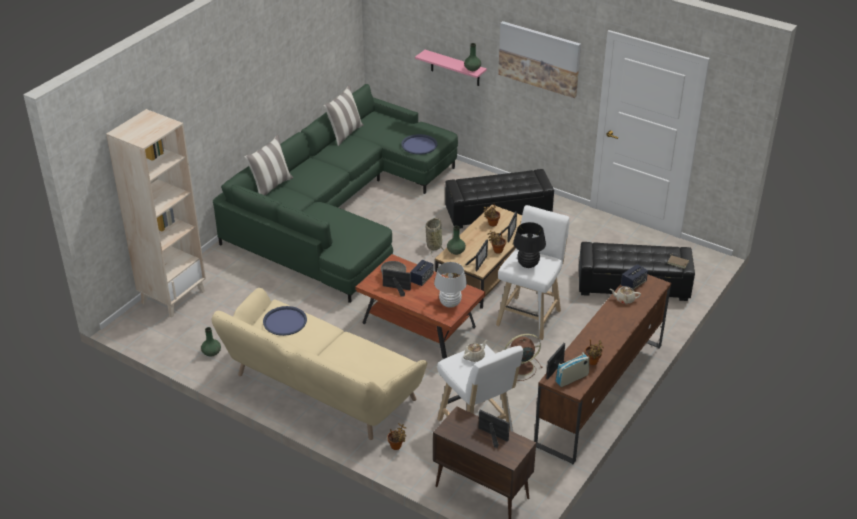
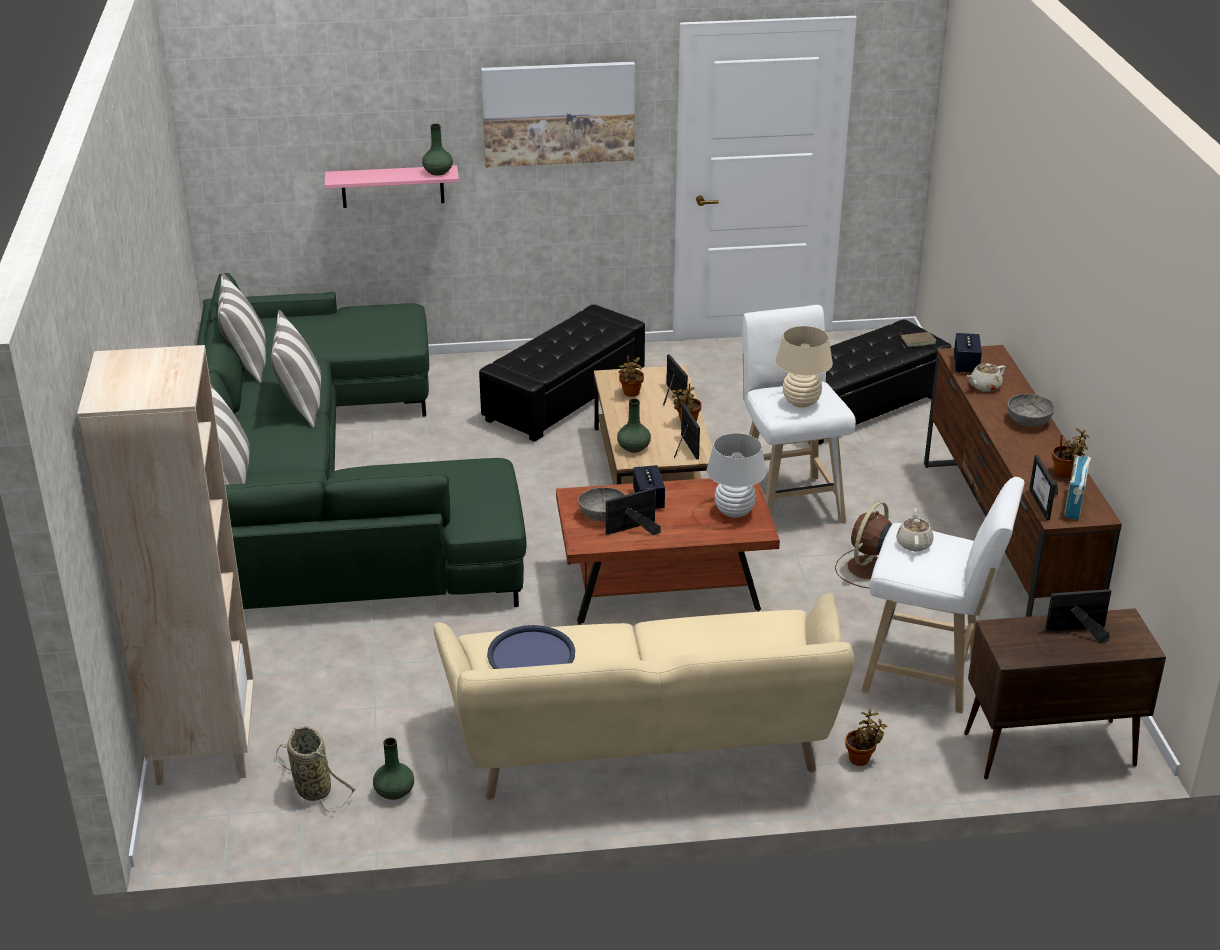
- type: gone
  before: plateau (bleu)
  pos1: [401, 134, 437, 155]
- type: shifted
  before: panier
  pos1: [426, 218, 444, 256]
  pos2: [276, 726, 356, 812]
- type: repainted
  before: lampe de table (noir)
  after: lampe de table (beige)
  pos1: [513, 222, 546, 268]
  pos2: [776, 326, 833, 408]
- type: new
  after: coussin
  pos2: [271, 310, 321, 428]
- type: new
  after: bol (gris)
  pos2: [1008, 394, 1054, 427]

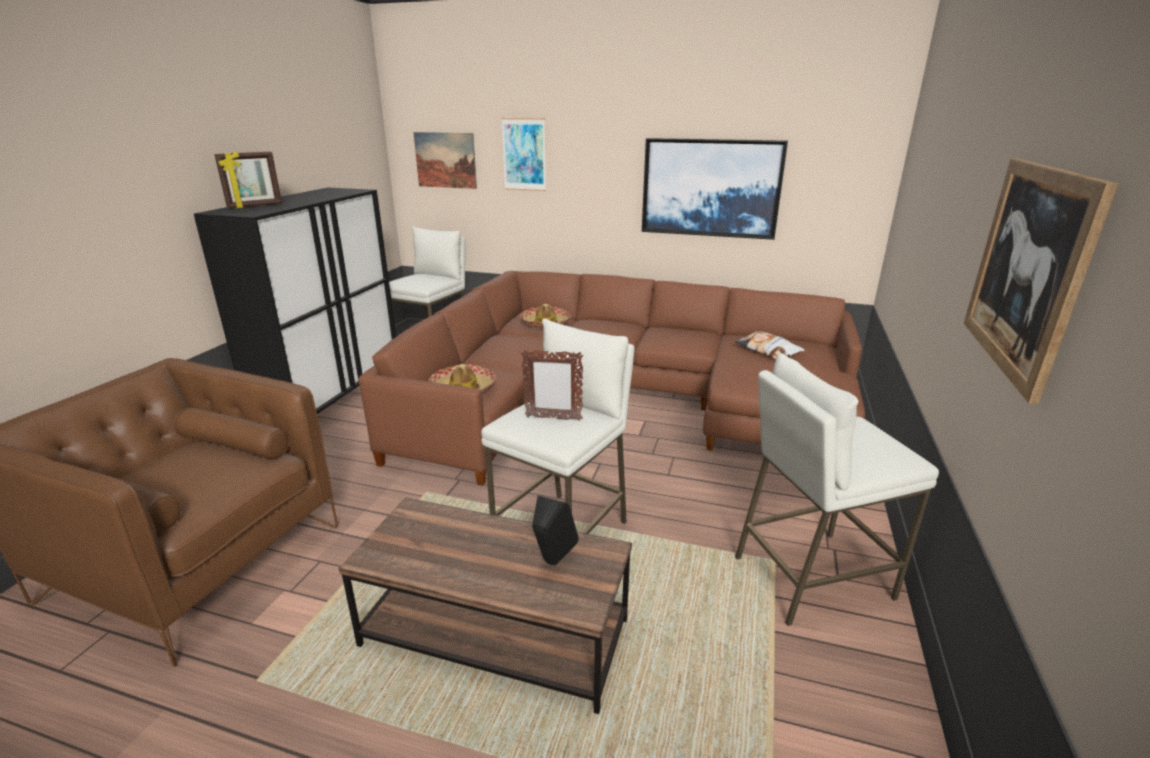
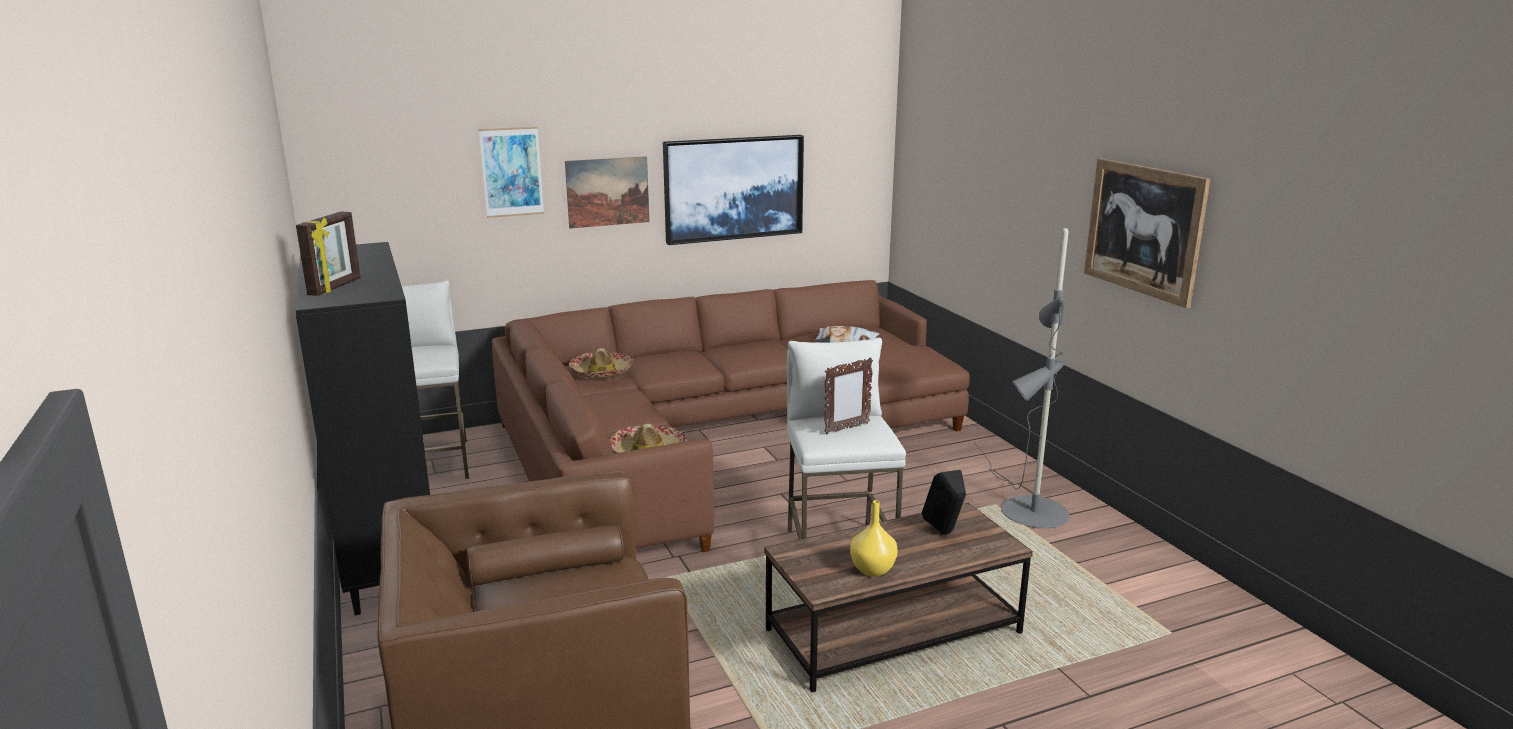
- type: shifted
  before: tableau
  pos1: [413, 132, 477, 189]
  pos2: [565, 156, 649, 228]
- type: swapped
  before: tabouret (blanc)
  after: lampadaire (gris)
  pos1: [735, 353, 939, 626]
  pos2: [975, 228, 1070, 528]
- type: new
  after: vase (jaune)
  pos2: [850, 500, 898, 577]

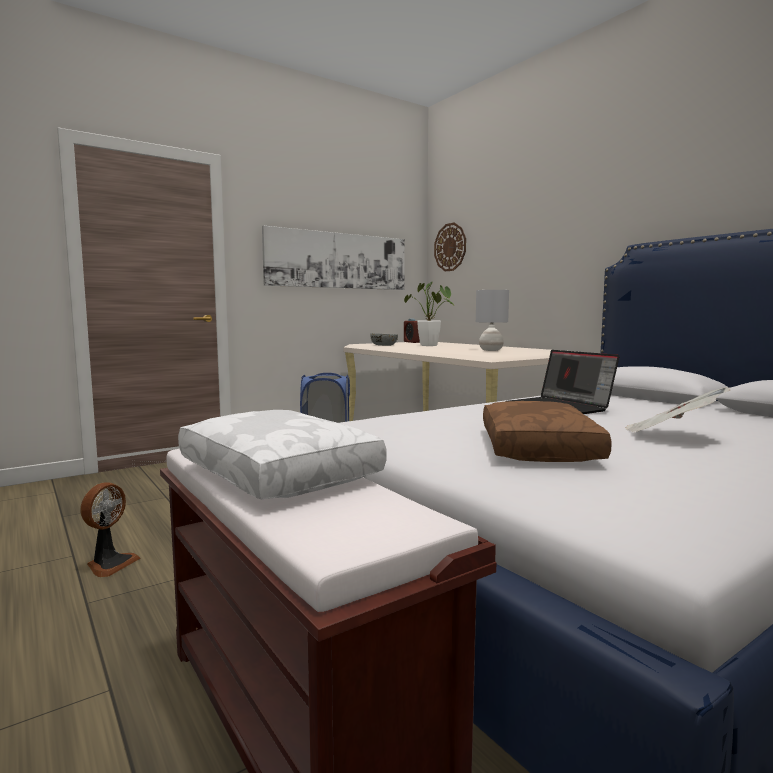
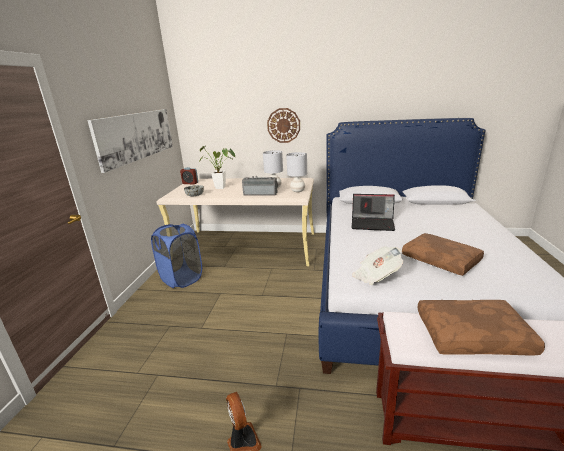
- type: shifted
  before: horloge murale
  pos1: [434, 223, 466, 271]
  pos2: [267, 108, 300, 143]
- type: shifted
  before: journal
  pos1: [625, 387, 730, 433]
  pos2: [352, 246, 403, 285]
- type: repainted
  before: coussin (blanc)
  after: coussin (marron)
  pos1: [178, 410, 386, 499]
  pos2: [417, 300, 545, 355]
- type: new
  after: lampe de table (gris)
  pos2: [286, 152, 307, 192]
- type: new
  after: radio
  pos2: [242, 176, 278, 196]

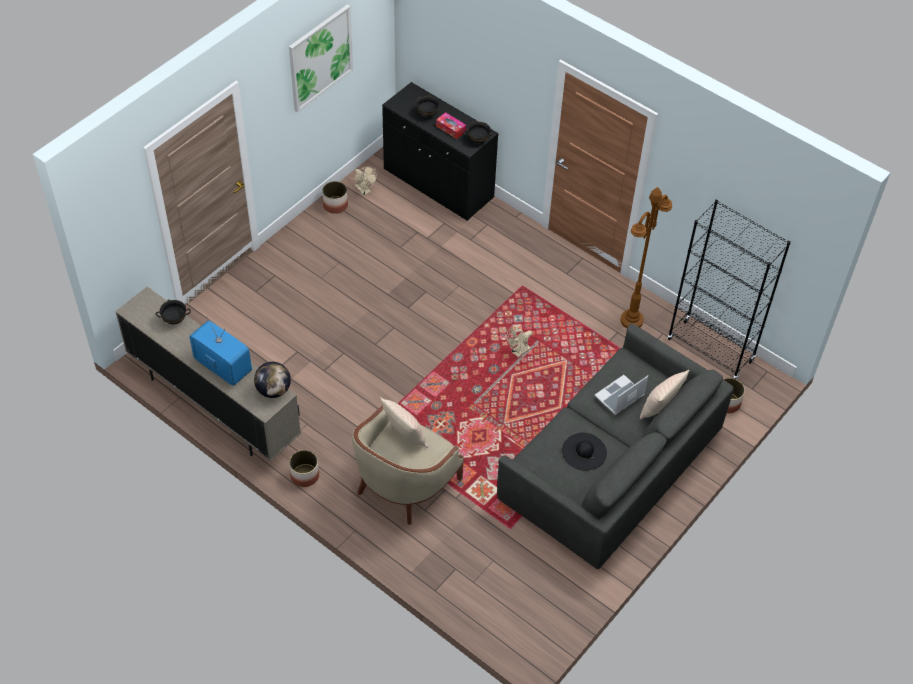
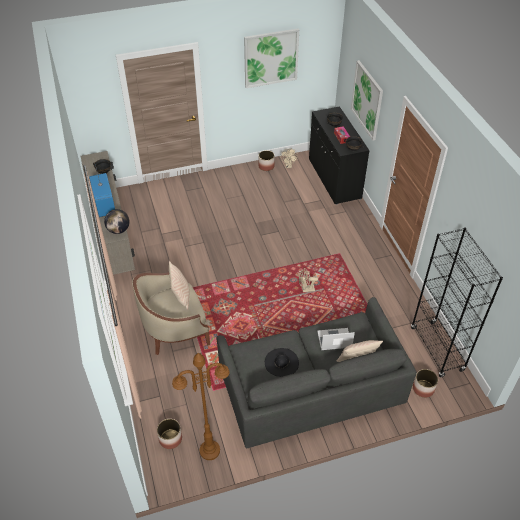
- type: shifted
  before: lampadaire (marron)
  pos1: [620, 187, 672, 328]
  pos2: [172, 353, 230, 460]
- type: shifted
  before: cache-pot
  pos1: [289, 450, 319, 487]
  pos2: [157, 419, 182, 449]
- type: new
  after: tableau
  pos2: [351, 60, 383, 141]

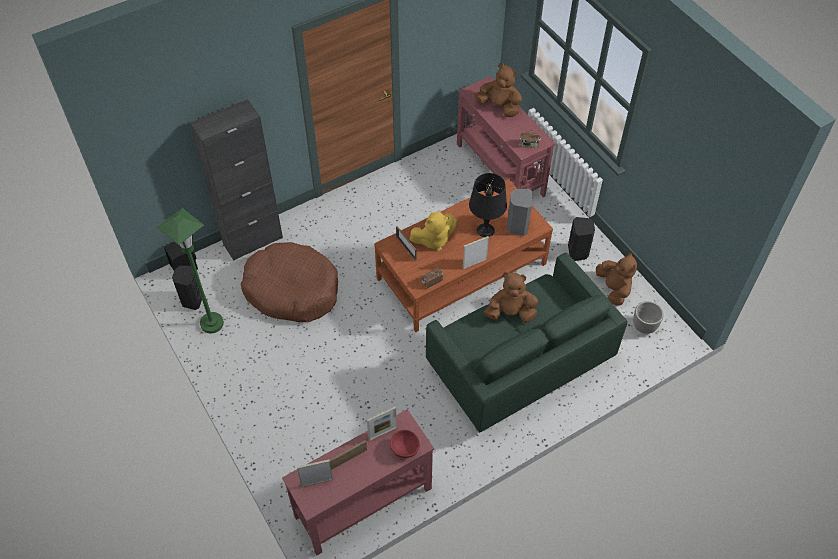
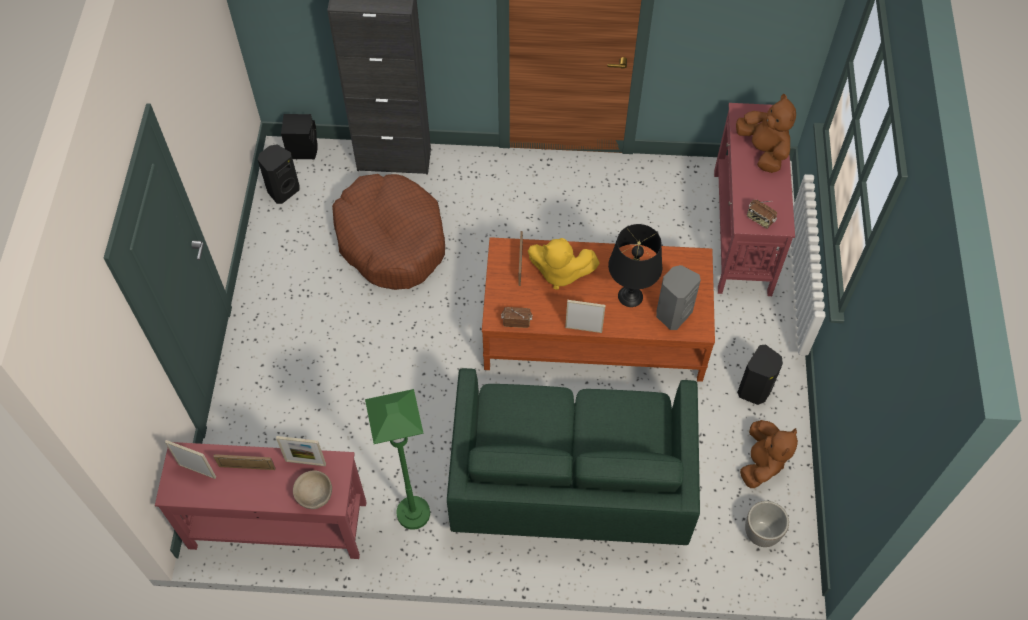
- type: shifted
  before: lampadaire (vert)
  pos1: [157, 208, 224, 333]
  pos2: [365, 389, 430, 530]
- type: gone
  before: peluche (marron)
  pos1: [484, 272, 538, 323]
- type: repainted
  before: bol (rouge)
  after: bol (beige)
  pos1: [390, 430, 420, 458]
  pos2: [293, 471, 332, 509]

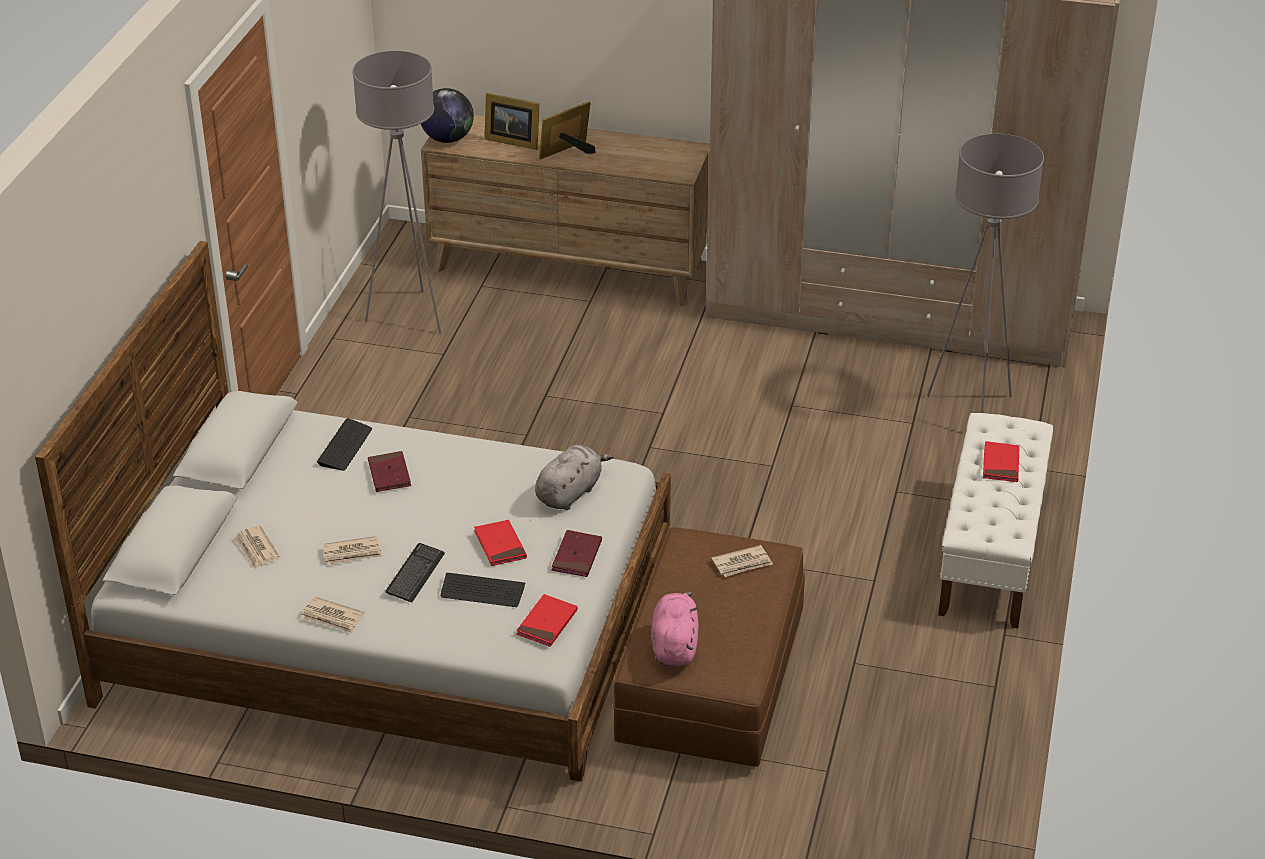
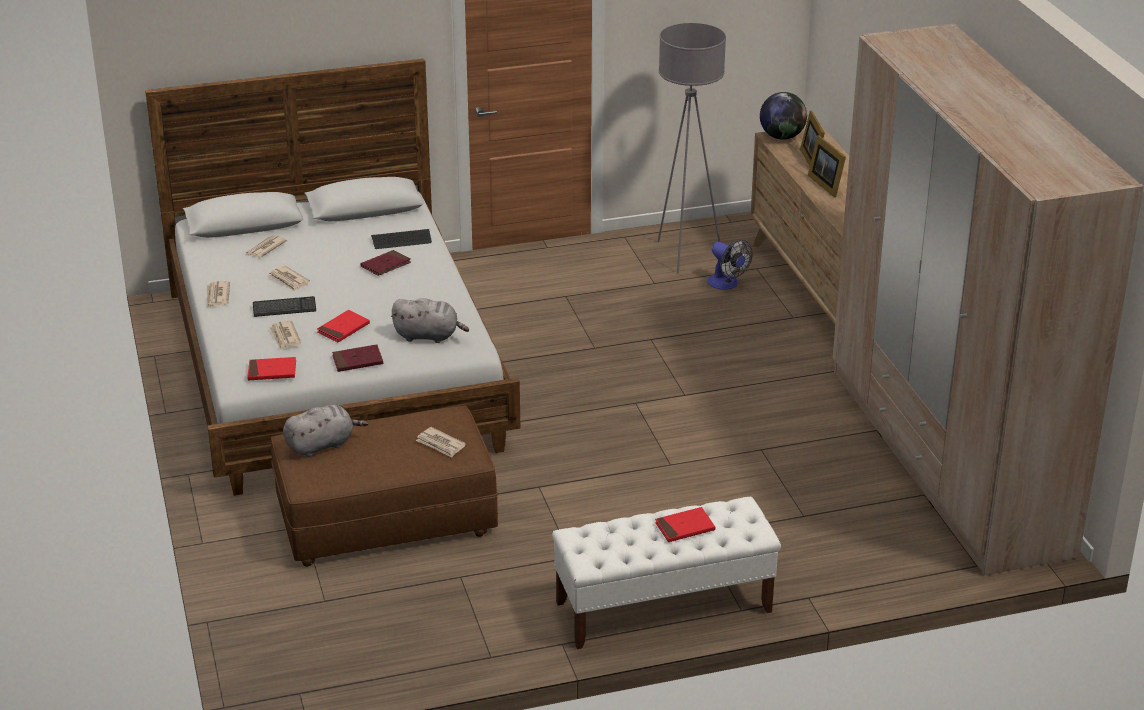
- type: rotated
  before: cadre photo
  pos1: [539, 102, 596, 160]
  pos2: [808, 135, 846, 198]
  turn: -135
- type: gone
  before: lampadaire (gris)
  pos1: [927, 134, 1044, 413]
- type: swapped
  before: clavier
  after: journal
  pos1: [440, 573, 525, 607]
  pos2: [269, 320, 301, 350]
- type: repainted
  before: peluche (rose)
  after: peluche (gris)
  pos1: [651, 591, 699, 667]
  pos2: [283, 405, 368, 457]
- type: new
  after: ventilateur
  pos2: [708, 240, 752, 290]

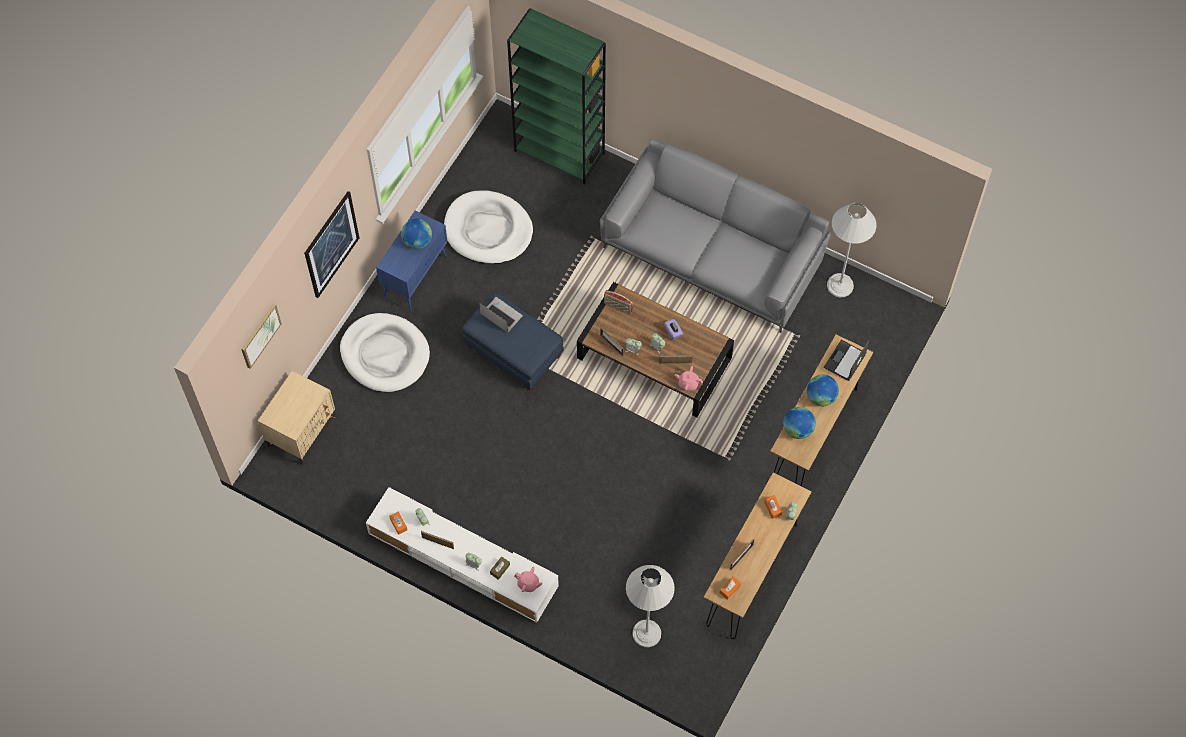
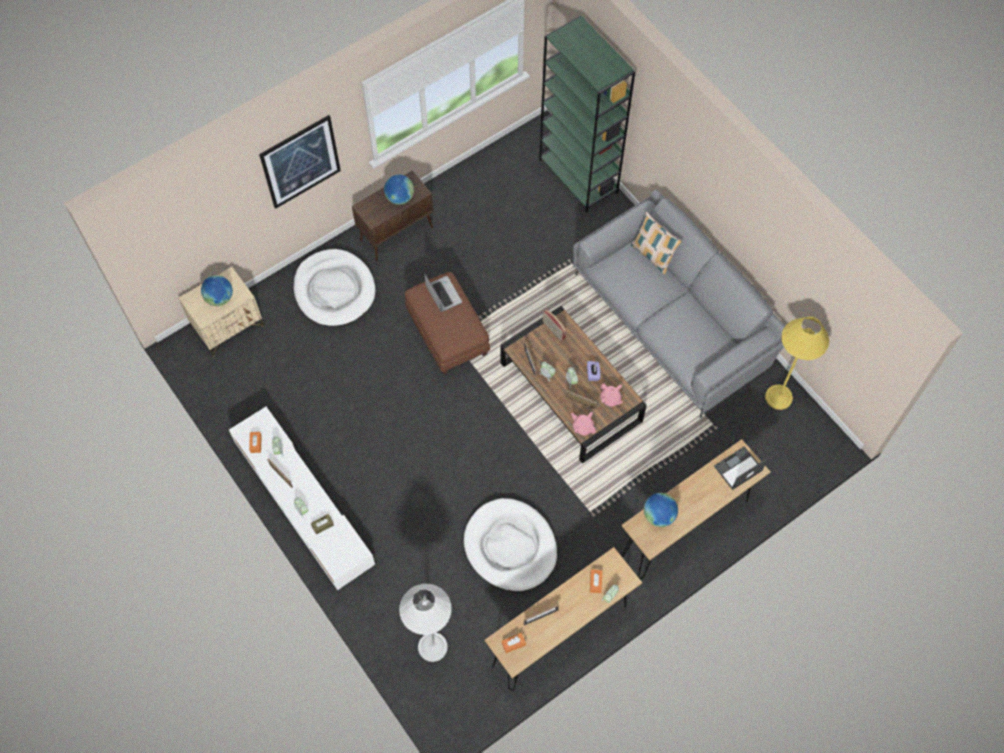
- type: shifted
  before: panier pour chien (blanc)
  pos1: [444, 190, 533, 264]
  pos2: [464, 498, 557, 592]
- type: repainted
  before: lampadaire (blanc)
  after: lampadaire (jaune)
  pos1: [827, 202, 876, 297]
  pos2: [765, 317, 829, 410]
- type: repainted
  before: meuble de rangement (bleu)
  after: meuble de rangement (marron)
  pos1: [376, 210, 448, 311]
  pos2: [352, 170, 434, 262]
- type: repainted
  before: pouf (bleu)
  after: pouf (marron)
  pos1: [463, 292, 564, 390]
  pos2: [405, 272, 490, 374]
- type: gone
  before: tableau
  pos1: [241, 303, 282, 369]
- type: shifted
  before: globe
  pos1: [807, 374, 839, 406]
  pos2: [201, 275, 233, 306]
- type: shifted
  before: théière (rose)
  pos1: [514, 567, 542, 592]
  pos2: [600, 384, 623, 407]
- type: new
  after: coussin
  pos2: [631, 212, 682, 275]

